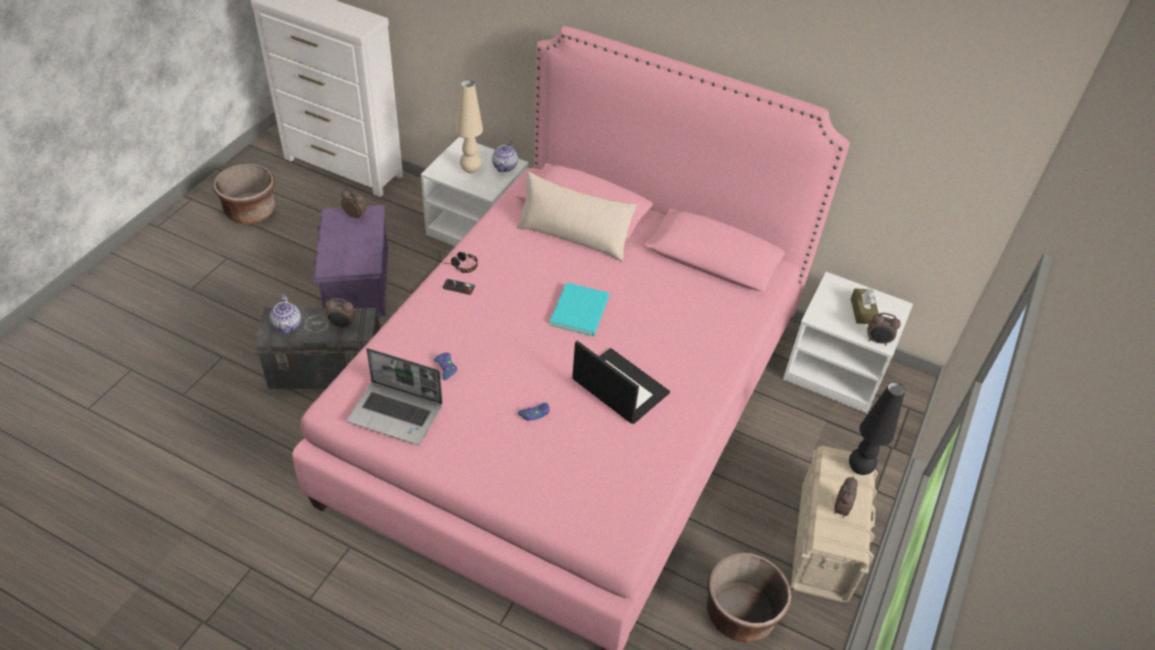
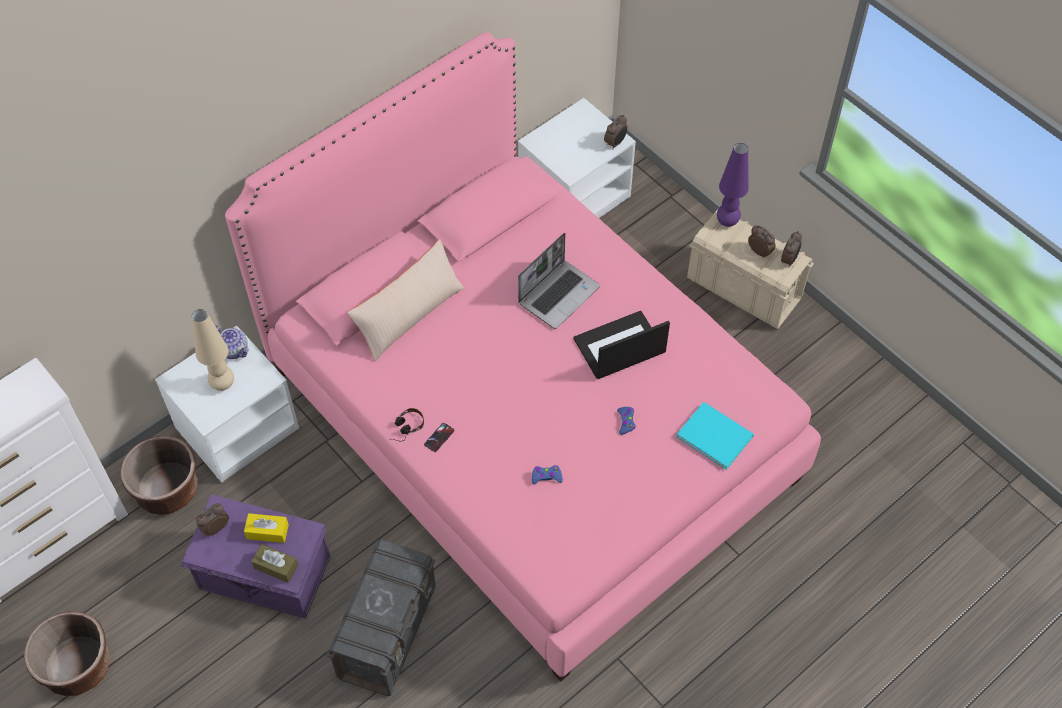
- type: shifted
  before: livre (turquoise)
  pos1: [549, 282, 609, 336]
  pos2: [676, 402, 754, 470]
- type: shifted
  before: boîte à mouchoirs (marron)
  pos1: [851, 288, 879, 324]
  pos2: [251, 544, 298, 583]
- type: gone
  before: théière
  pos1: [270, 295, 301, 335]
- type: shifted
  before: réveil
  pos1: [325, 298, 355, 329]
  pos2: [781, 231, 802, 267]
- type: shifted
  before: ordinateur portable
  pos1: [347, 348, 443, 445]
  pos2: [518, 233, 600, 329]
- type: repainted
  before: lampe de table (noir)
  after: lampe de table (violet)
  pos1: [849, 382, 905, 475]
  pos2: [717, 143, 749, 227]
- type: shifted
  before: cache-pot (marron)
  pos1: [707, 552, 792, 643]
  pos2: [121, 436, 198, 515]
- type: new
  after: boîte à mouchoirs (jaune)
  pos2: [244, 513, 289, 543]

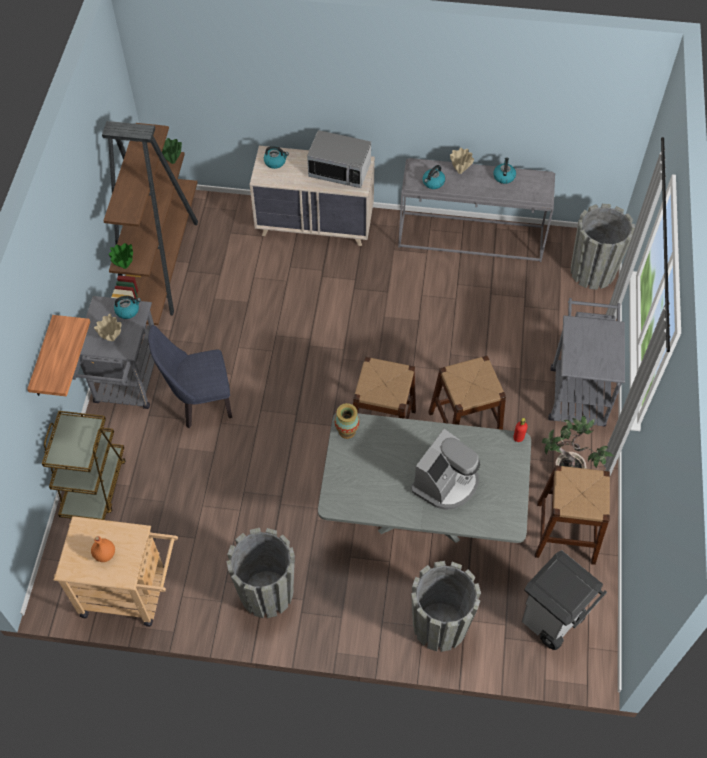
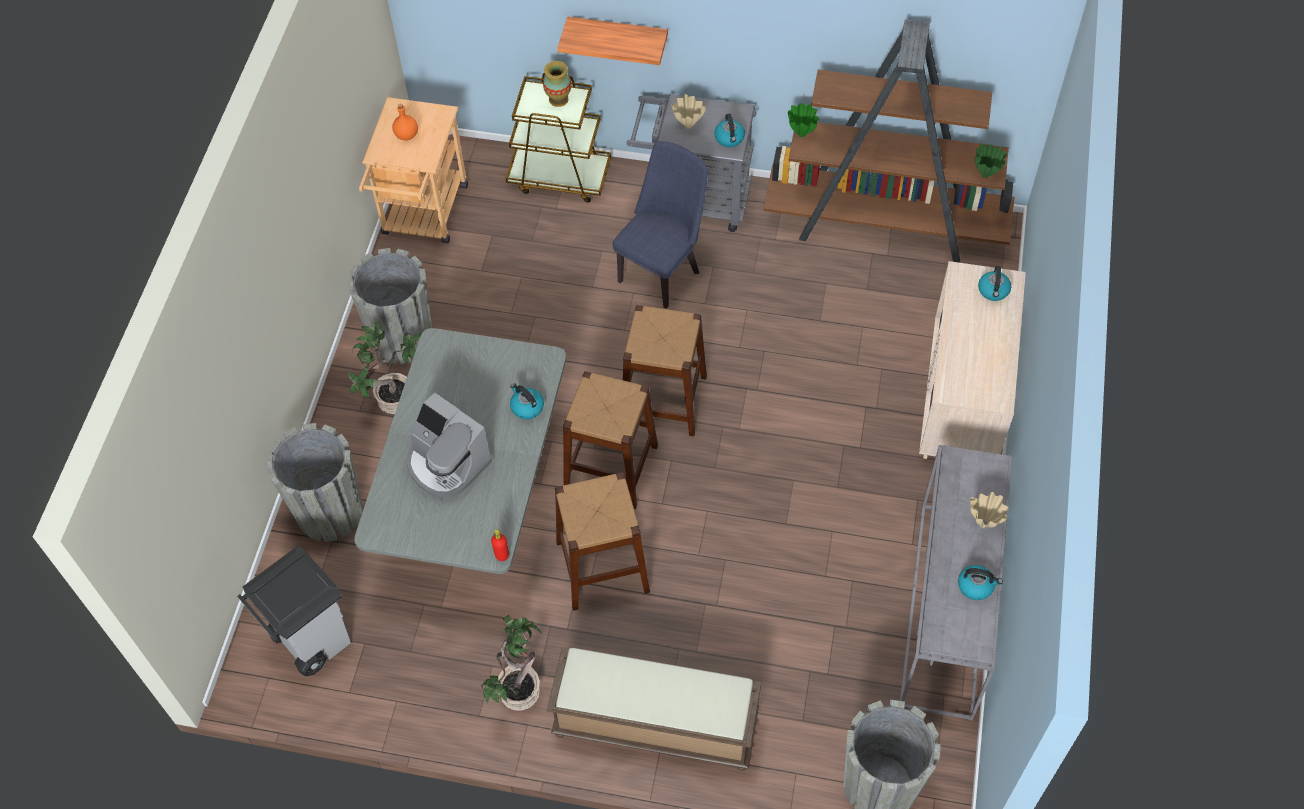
- type: gone
  before: micro-ondes
  pos1: [307, 130, 371, 188]
- type: shifted
  before: bouilloire
  pos1: [423, 165, 445, 189]
  pos2: [510, 383, 544, 419]
- type: swapped
  before: chariot (gris)
  after: banc (marron)
  pos1: [548, 298, 625, 427]
  pos2: [547, 647, 762, 771]
- type: rotated
  before: chaise (bleu)
  pos1: [148, 325, 232, 428]
  pos2: [613, 141, 708, 309]
  turn: 45
- type: shifted
  before: vase
  pos1: [334, 403, 360, 439]
  pos2: [543, 61, 571, 107]
- type: shifted
  before: tabouret (marron)
  pos1: [535, 465, 610, 565]
  pos2: [623, 305, 707, 437]
- type: new
  after: plante en pot
  pos2: [348, 320, 421, 414]

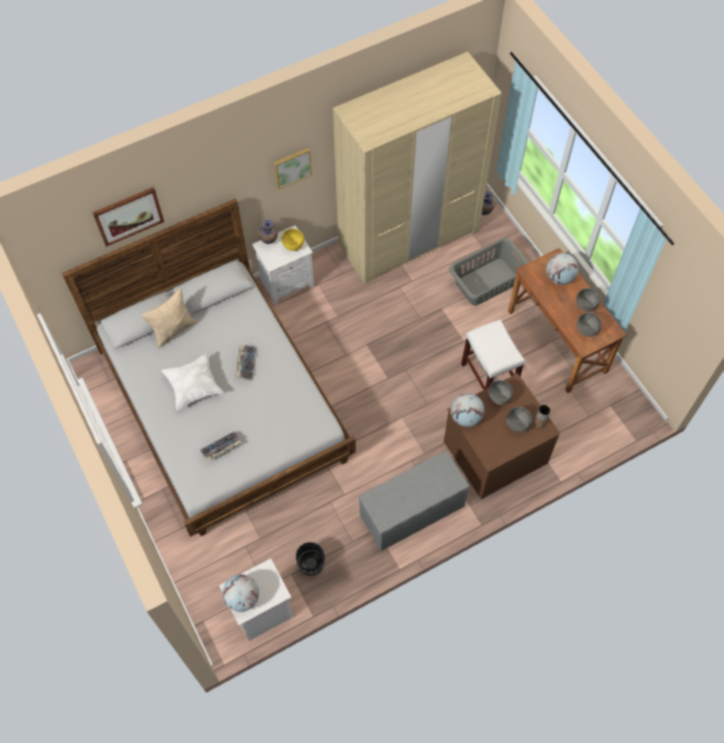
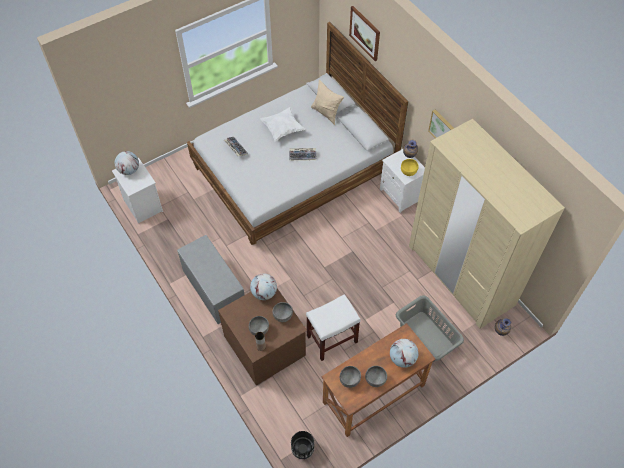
- type: shifted
  before: cache-pot (noir)
  pos1: [296, 542, 325, 576]
  pos2: [291, 431, 314, 459]

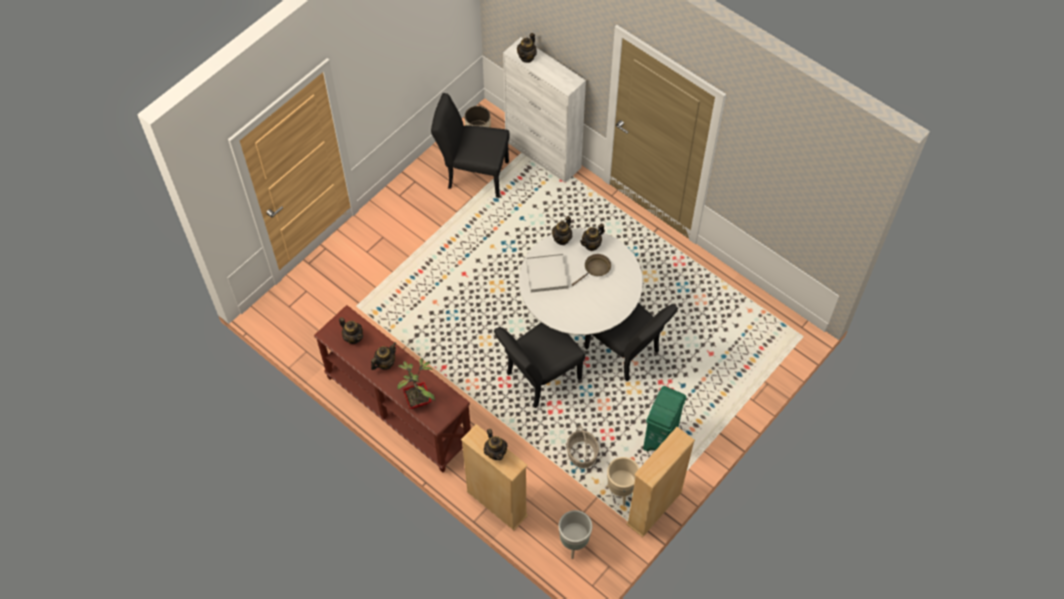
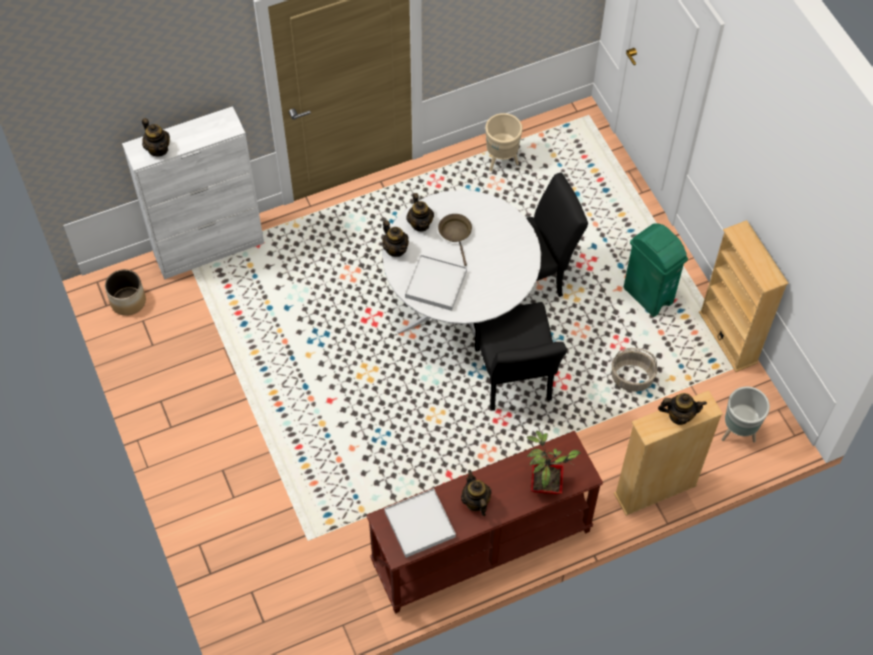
- type: gone
  before: chaise (noir)
  pos1: [431, 93, 510, 198]
- type: swapped
  before: théière
  after: plateau (blanc)
  pos1: [339, 317, 363, 344]
  pos2: [384, 488, 456, 558]
- type: shifted
  before: cache-pot (beige)
  pos1: [606, 457, 639, 506]
  pos2: [485, 113, 522, 171]

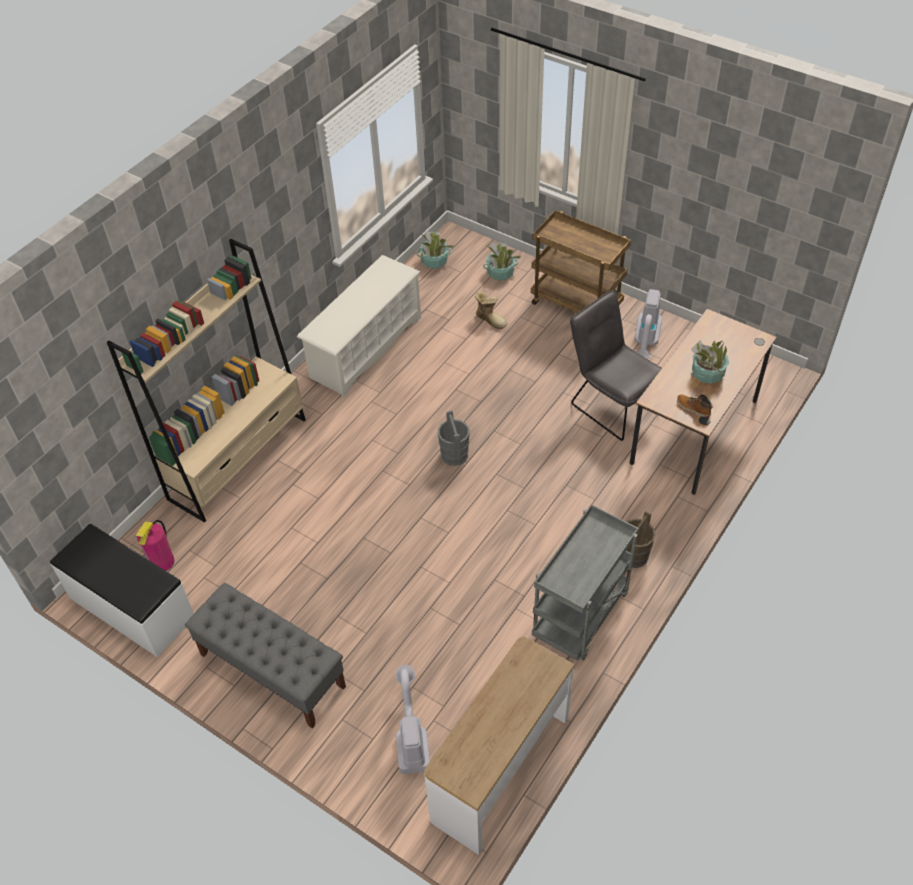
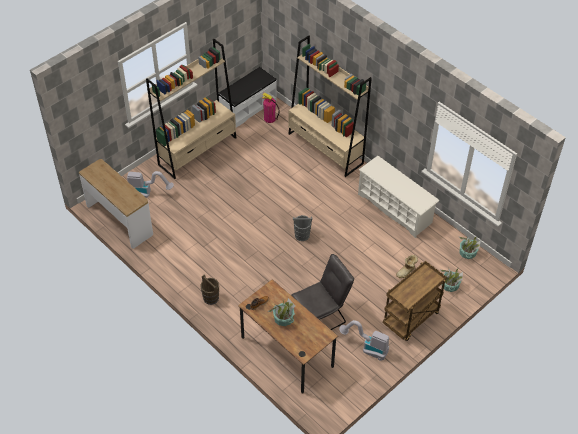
- type: gone
  before: chariot (gris)
  pos1: [532, 504, 639, 661]
- type: swapped
  before: banc (gris)
  after: bibliothèque (beige)
  pos1: [185, 583, 346, 728]
  pos2: [146, 39, 236, 179]

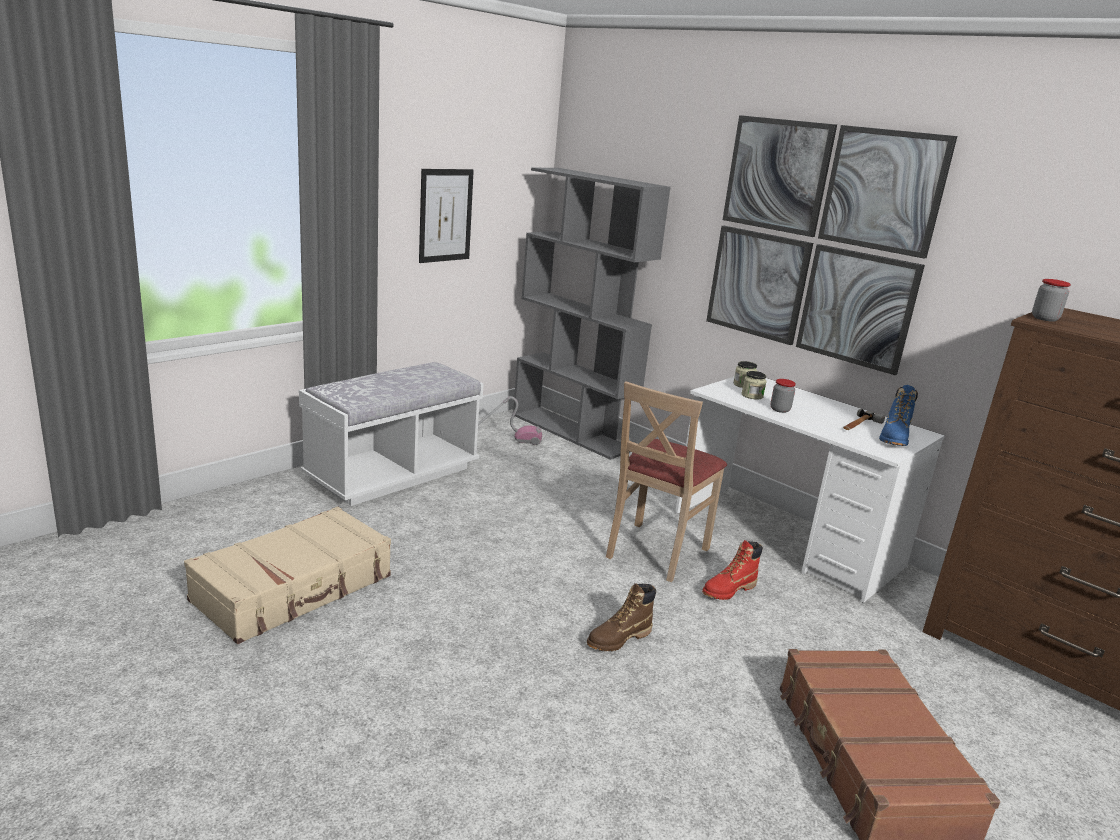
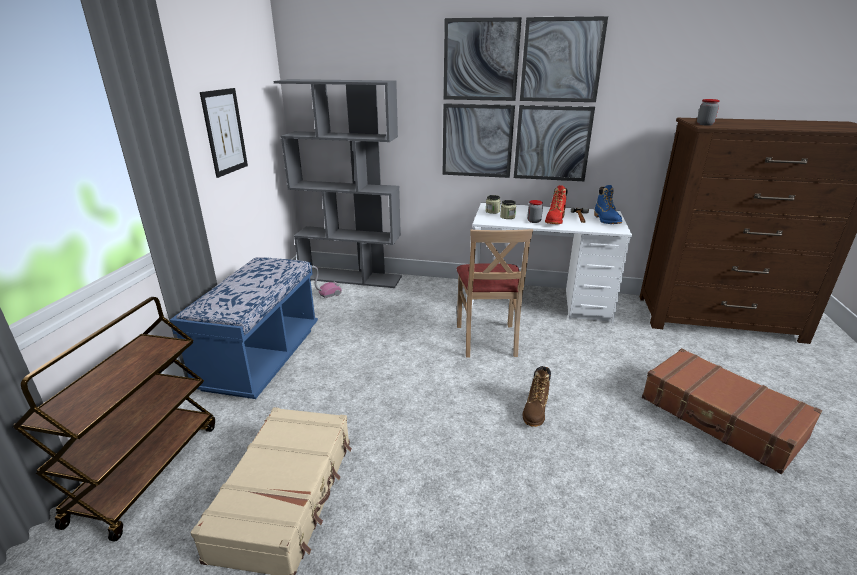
- type: repainted
  before: banc (blanc)
  after: banc (bleu)
  pos1: [299, 362, 484, 506]
  pos2: [170, 257, 318, 399]
- type: shifted
  before: botte (rouge)
  pos1: [702, 540, 763, 600]
  pos2: [545, 185, 567, 224]
- type: new
  after: chariot (marron)
  pos2: [13, 297, 215, 542]

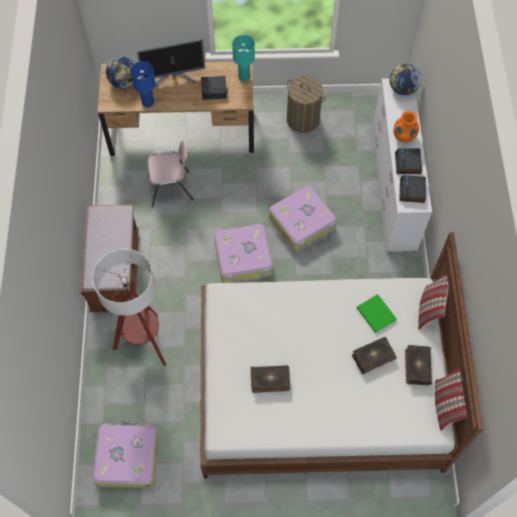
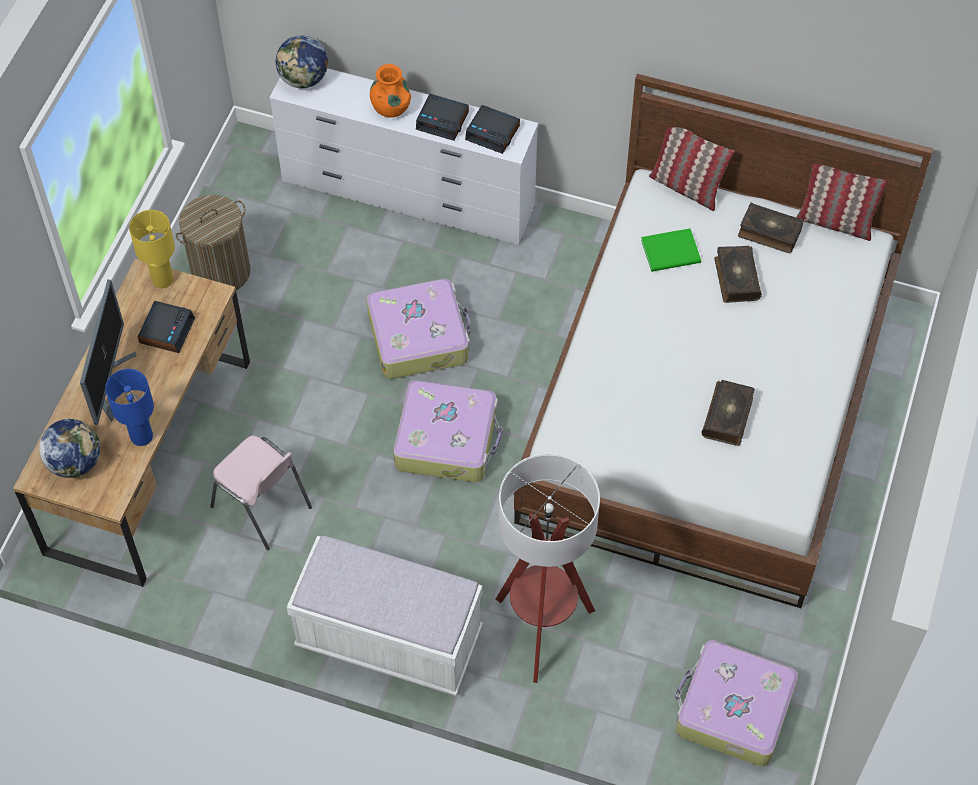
- type: repainted
  before: lampe de table (turquoise)
  after: lampe de table (jaune)
  pos1: [232, 35, 255, 81]
  pos2: [129, 210, 175, 288]
- type: rotated
  before: chaise (rose)
  pos1: [148, 140, 194, 207]
  pos2: [210, 435, 312, 550]
  turn: 120
- type: repainted
  before: banc (marron)
  after: banc (blanc)
  pos1: [81, 204, 139, 312]
  pos2: [287, 536, 483, 696]

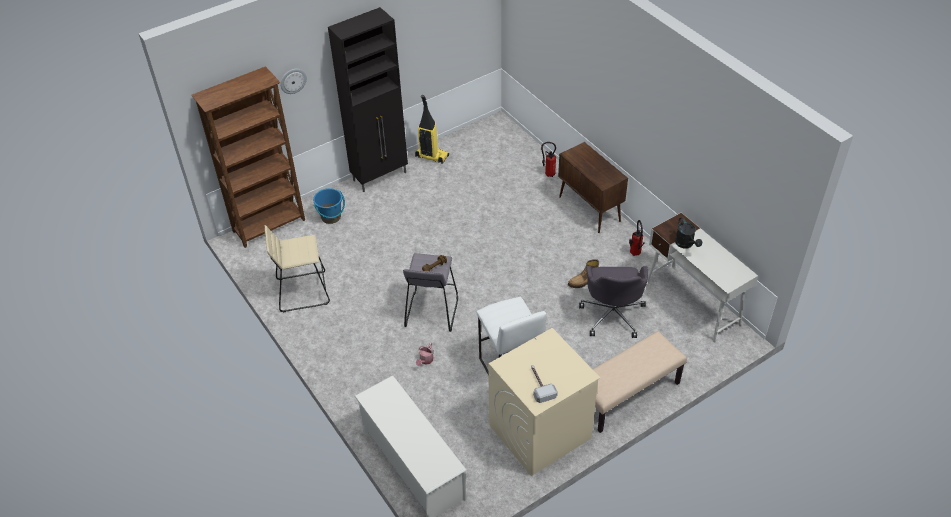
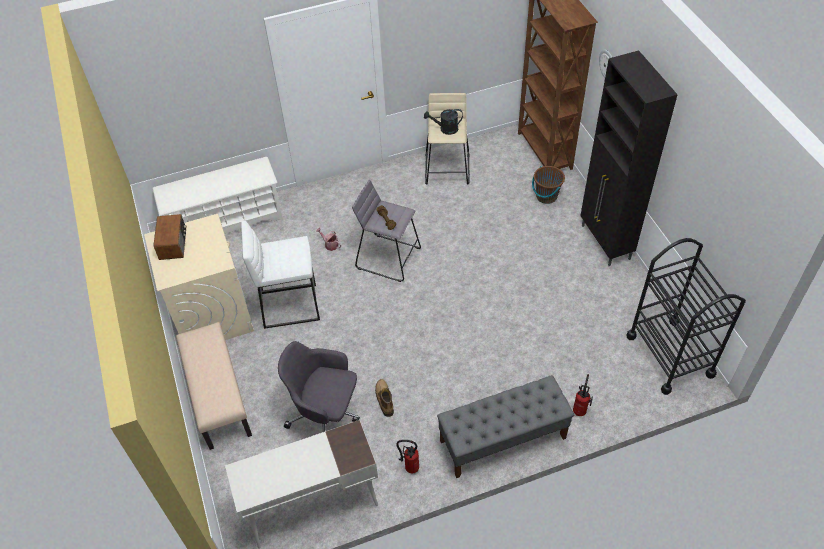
- type: gone
  before: aspirateur
  pos1: [415, 95, 449, 164]
- type: swapped
  before: meuble de rangement (marron)
  after: banc (gris)
  pos1: [558, 142, 628, 233]
  pos2: [437, 375, 574, 478]
- type: repainted
  before: seau (bleu)
  after: seau (marron)
  pos1: [313, 188, 345, 224]
  pos2: [532, 166, 565, 204]
- type: shifted
  before: arrosoir (noir)
  pos1: [675, 217, 702, 249]
  pos2: [424, 109, 463, 135]
- type: swapped
  before: marteau
  after: radio
  pos1: [531, 365, 558, 403]
  pos2: [154, 214, 187, 260]
- type: new
  after: chariot (noir)
  pos2: [626, 238, 746, 395]

